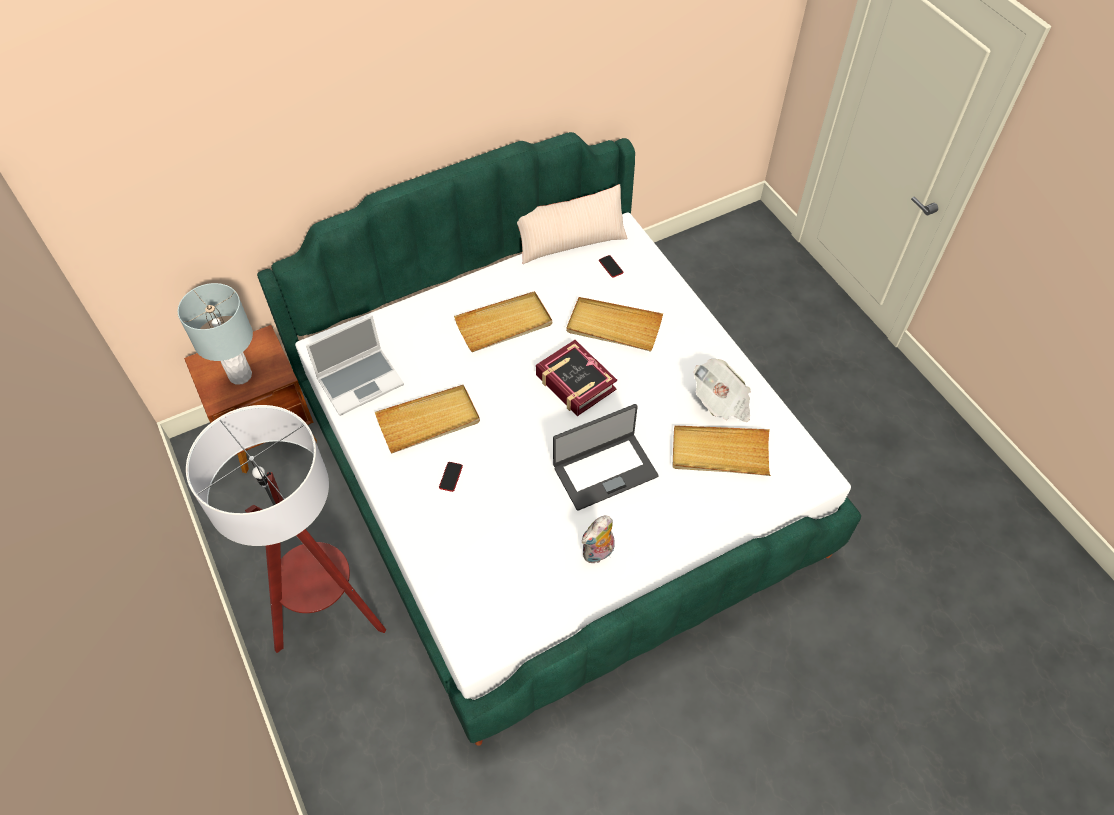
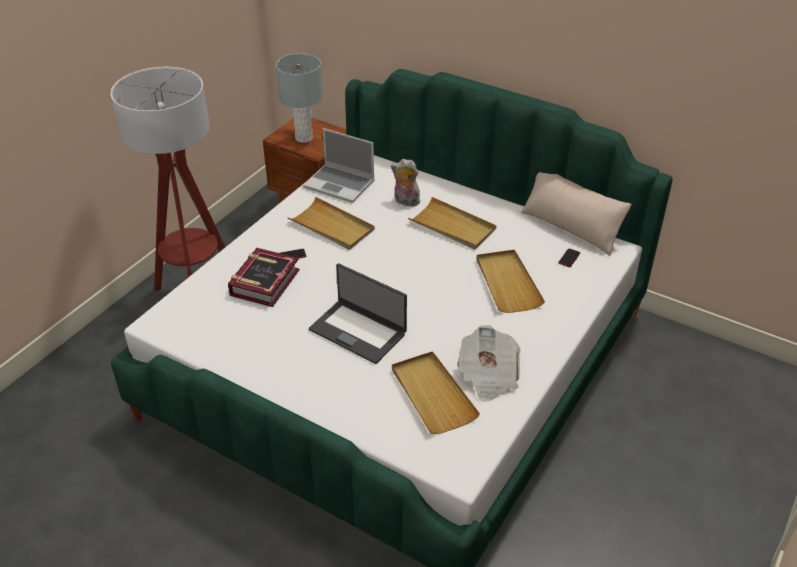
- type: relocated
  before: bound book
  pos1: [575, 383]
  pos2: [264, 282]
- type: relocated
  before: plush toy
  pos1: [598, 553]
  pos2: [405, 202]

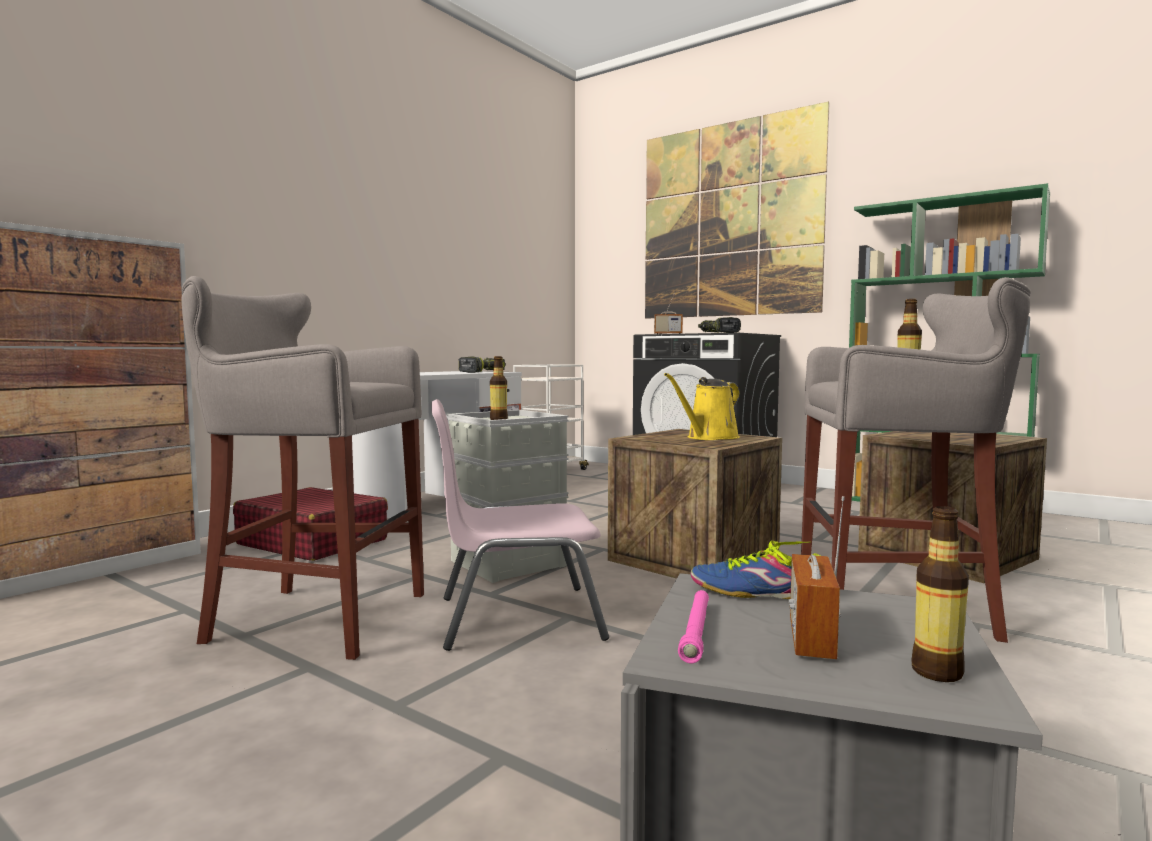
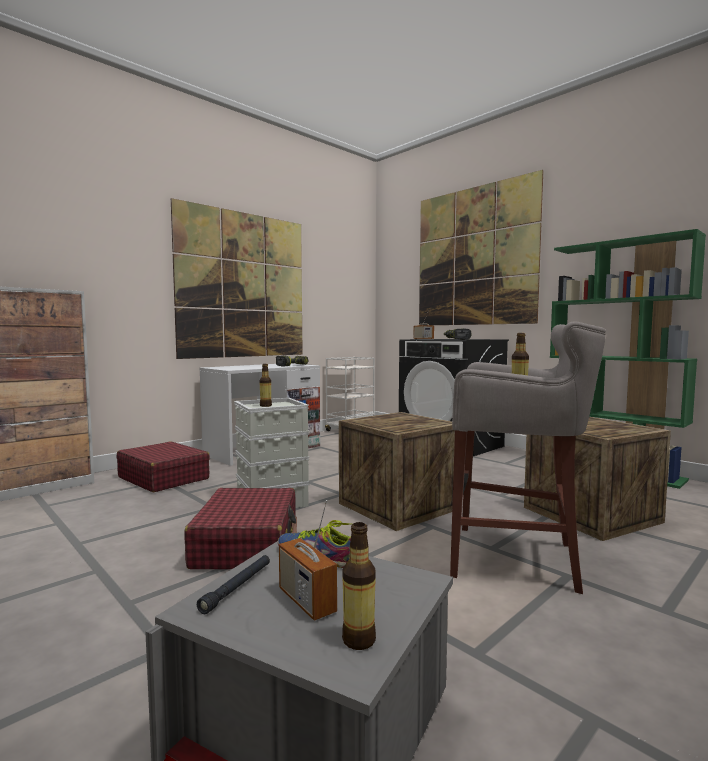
- type: missing
  before: stool seat/gray
  pos1: [313, 618]
- type: exchanged
  before: chair/pinkish
  after: suitcase/red
  pos1: [516, 617]
  pos2: [247, 544]
- type: missing
  before: watering pot/yellowish
  pos1: [709, 438]
- type: colour
  before: flashlight/pinkish
  after: flashlight/blackish
  pos1: [696, 632]
  pos2: [237, 587]
- type: spun
  before: radio receiver
  pos1: [811, 639]
  pos2: [306, 601]
  turn: -60
- type: appeared
  after: picture
  pos2: [243, 285]

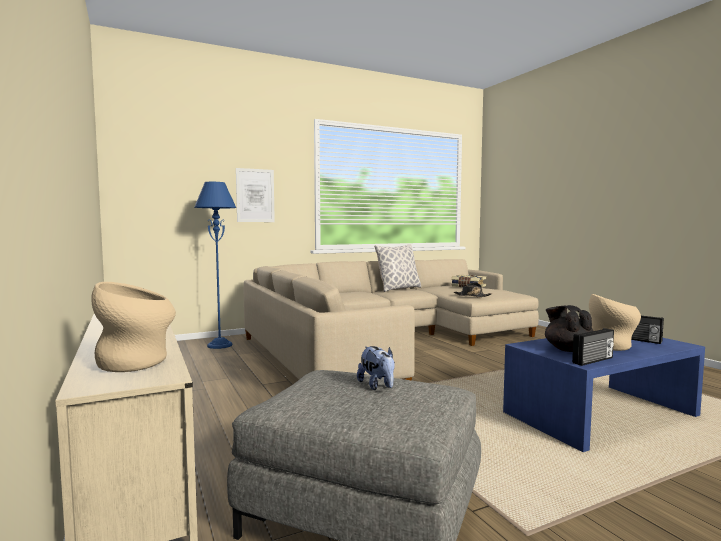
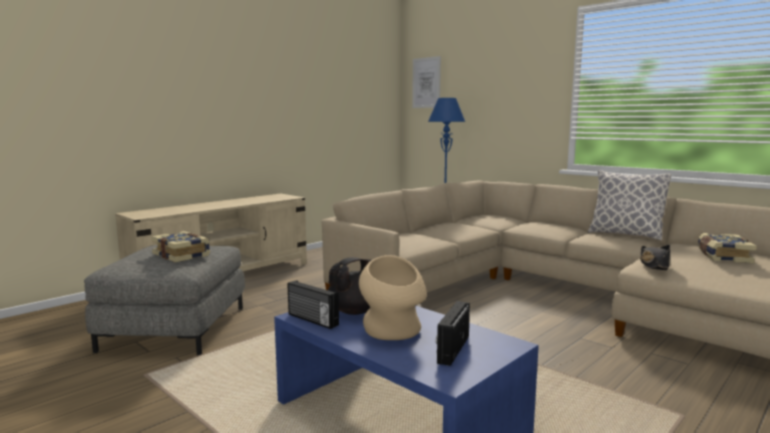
- type: missing
  before: decorative vase/beige-coloured
  pos1: [138, 363]
- type: relocated
  before: picture
  pos1: [255, 195]
  pos2: [426, 82]
- type: exchanged
  before: plush toy
  after: bound book
  pos1: [377, 386]
  pos2: [182, 255]

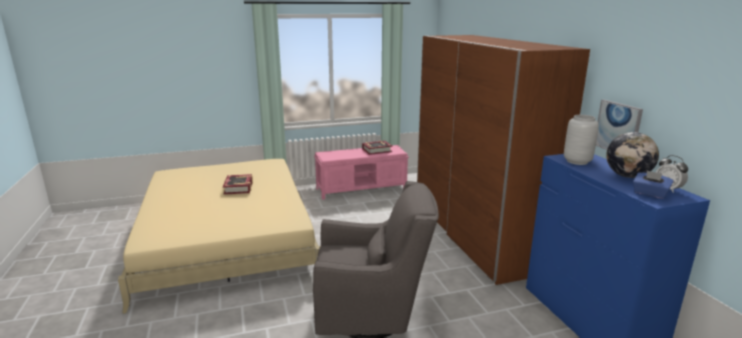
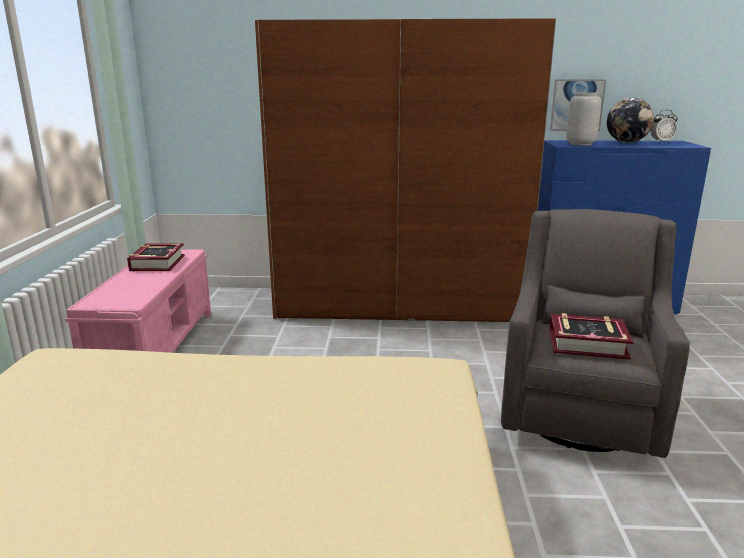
- type: relocated
  before: bound book
  pos1: [239, 188]
  pos2: [587, 343]
- type: missing
  before: tissue box/bluish
  pos1: [650, 194]

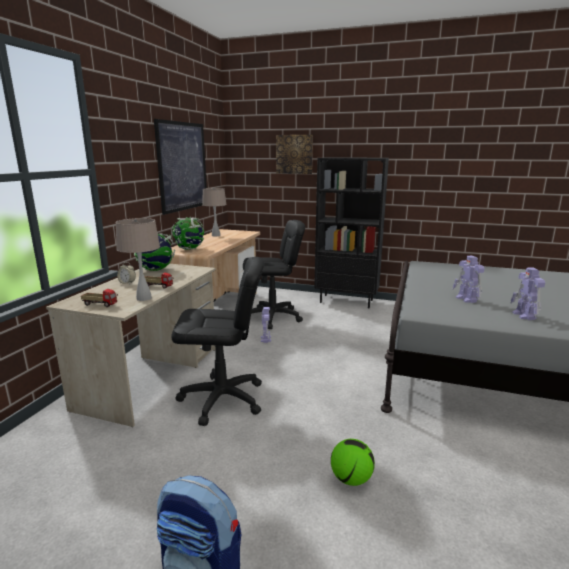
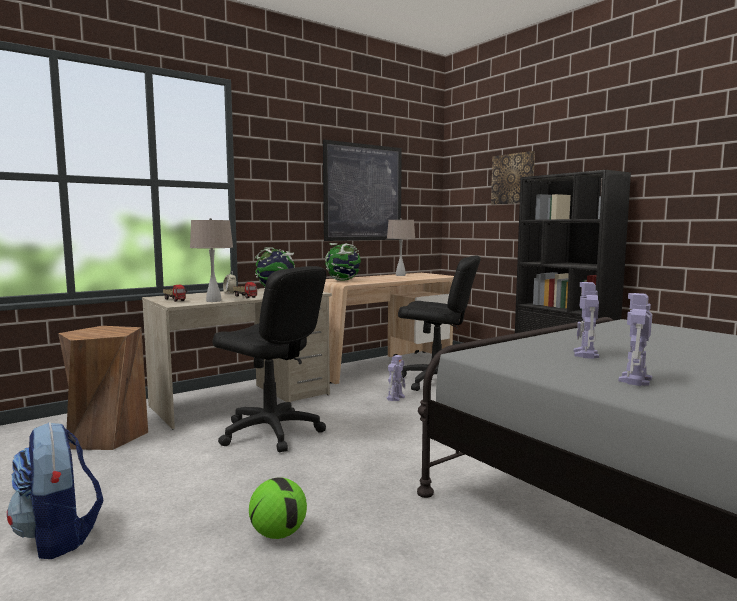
- type: appeared
  after: stool seat/brown-coloured
  pos2: [106, 436]

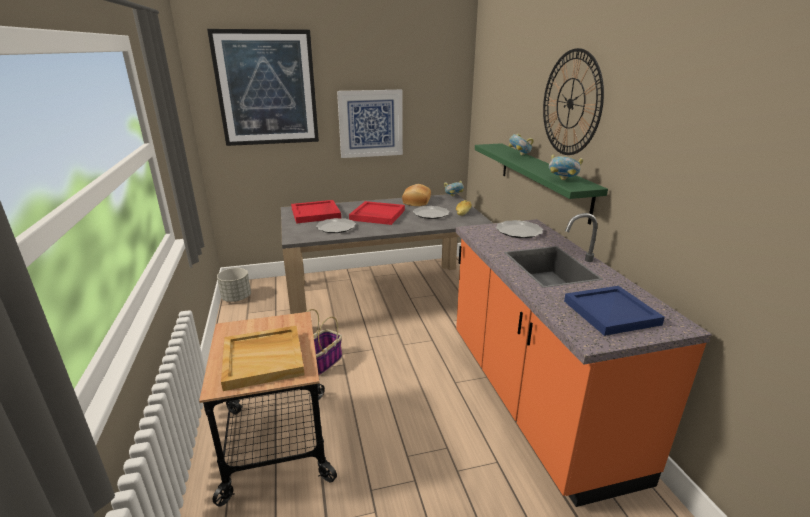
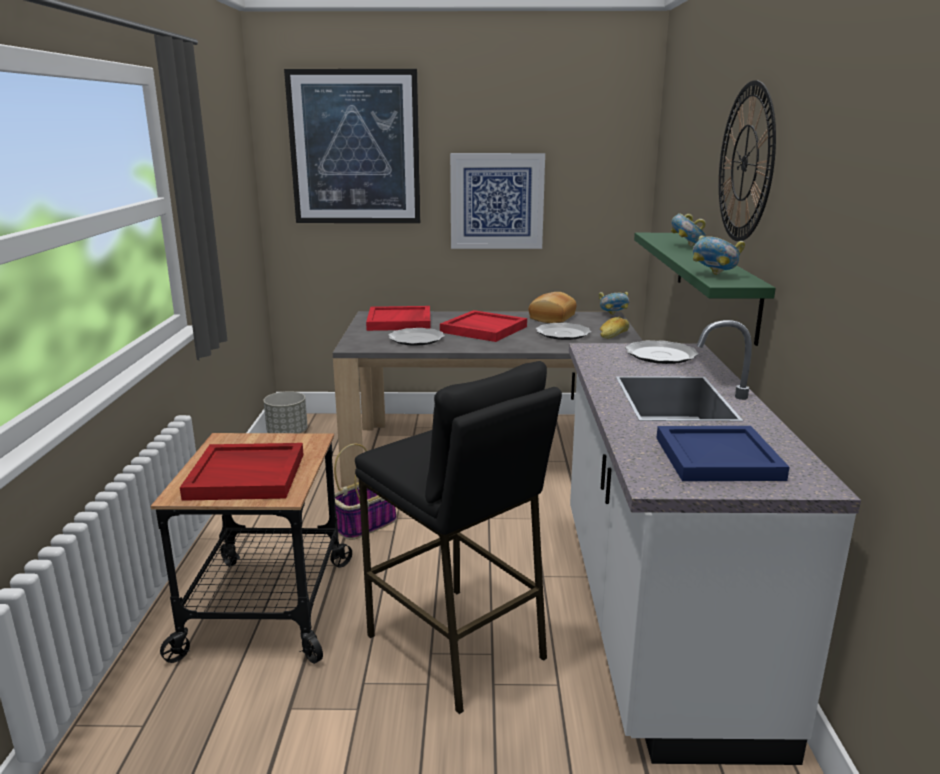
- type: colour
  before: tray/beige-coloured
  after: tray/red
  pos1: [264, 359]
  pos2: [247, 475]
- type: colour
  before: kitchen counter/orangey
  after: kitchen counter/white
  pos1: [534, 400]
  pos2: [655, 617]
- type: appeared
  after: stool seat/blackish
  pos2: [456, 647]

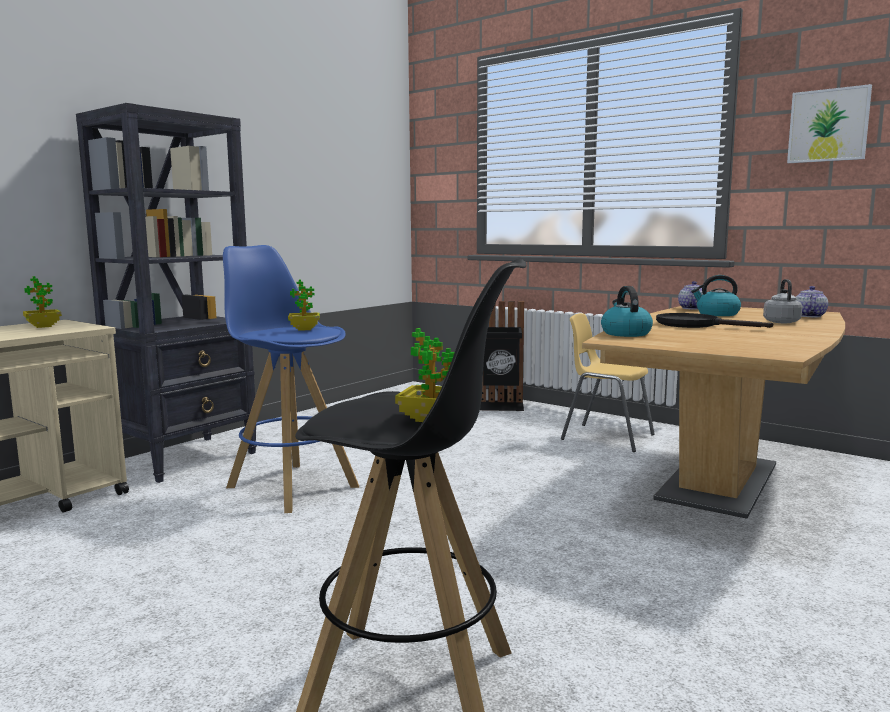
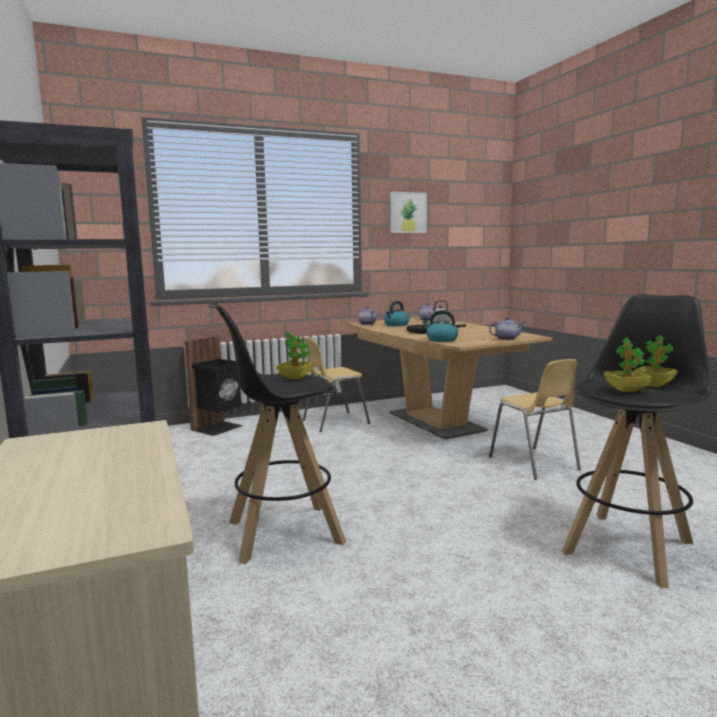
- type: relocated
  before: plant in a pot
  pos1: [43, 326]
  pos2: [626, 390]
- type: colour
  before: stool seat/bluish
  after: stool seat/blackish
  pos1: [291, 486]
  pos2: [283, 532]
- type: appeared
  after: pot for tea
  pos2: [507, 339]
- type: appeared
  after: chair/yellowish
  pos2: [534, 463]

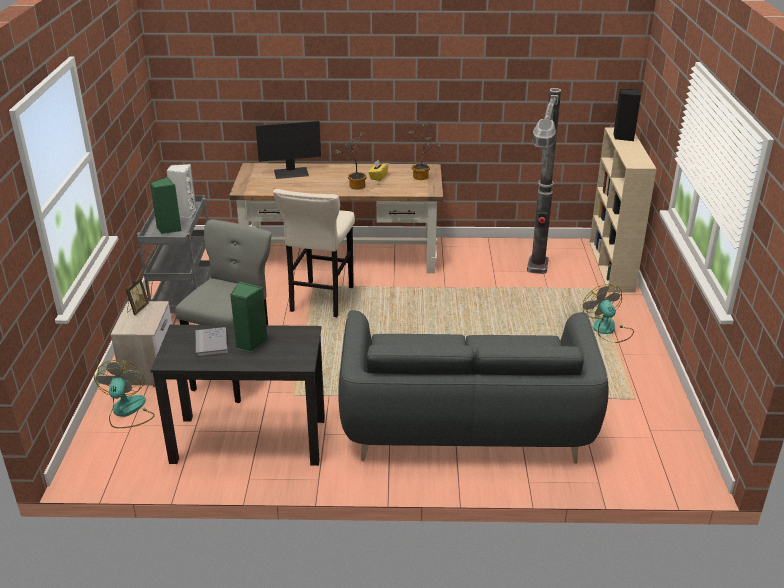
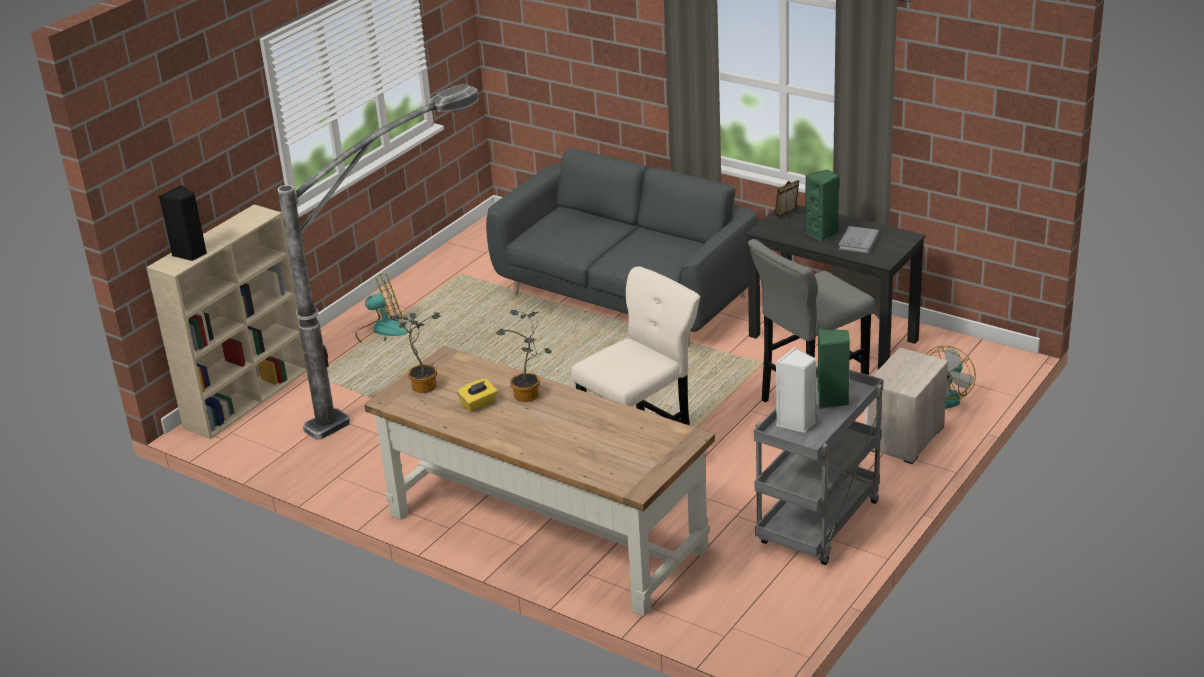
- type: relocated
  before: standing frame
  pos1: [137, 309]
  pos2: [789, 216]
- type: missing
  before: computer screen
  pos1: [291, 173]
- type: spun
  before: fan
  pos1: [608, 330]
  pos2: [382, 331]
  turn: -120

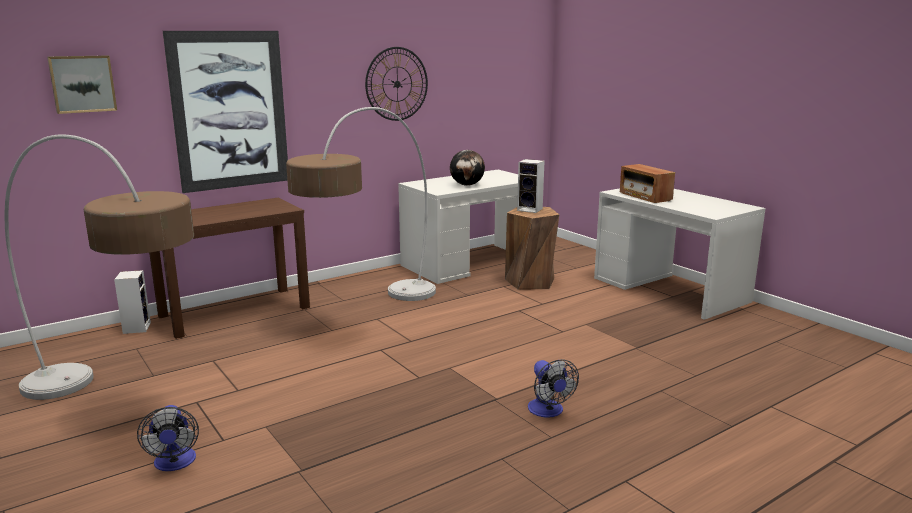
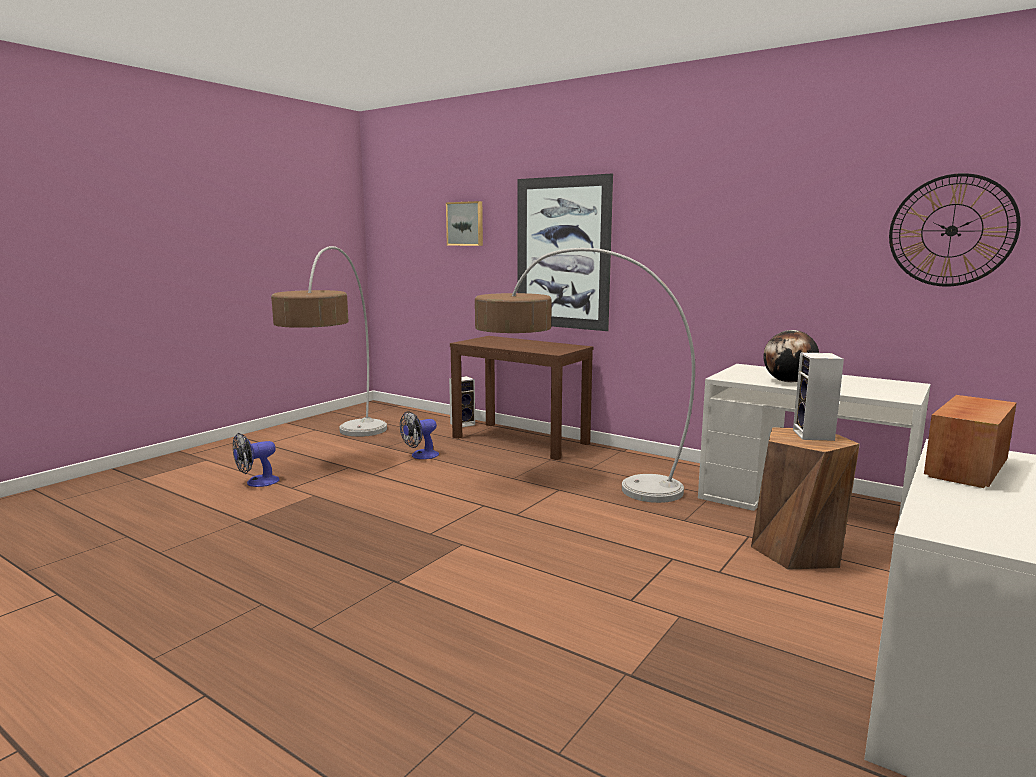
- type: relocated
  before: wall clock
  pos1: [397, 84]
  pos2: [951, 230]
- type: relocated
  before: fan
  pos1: [548, 411]
  pos2: [420, 456]

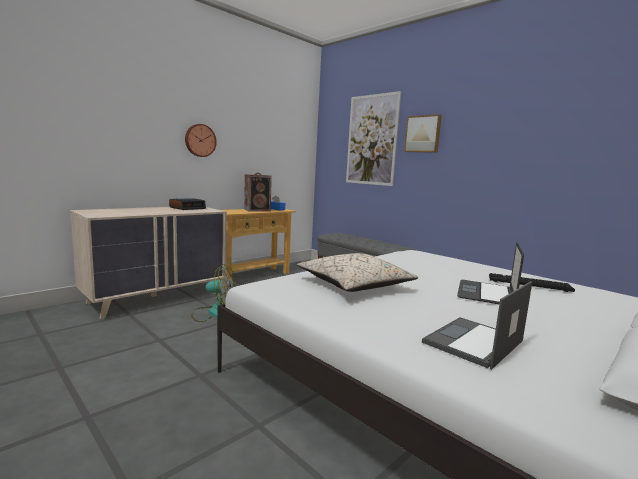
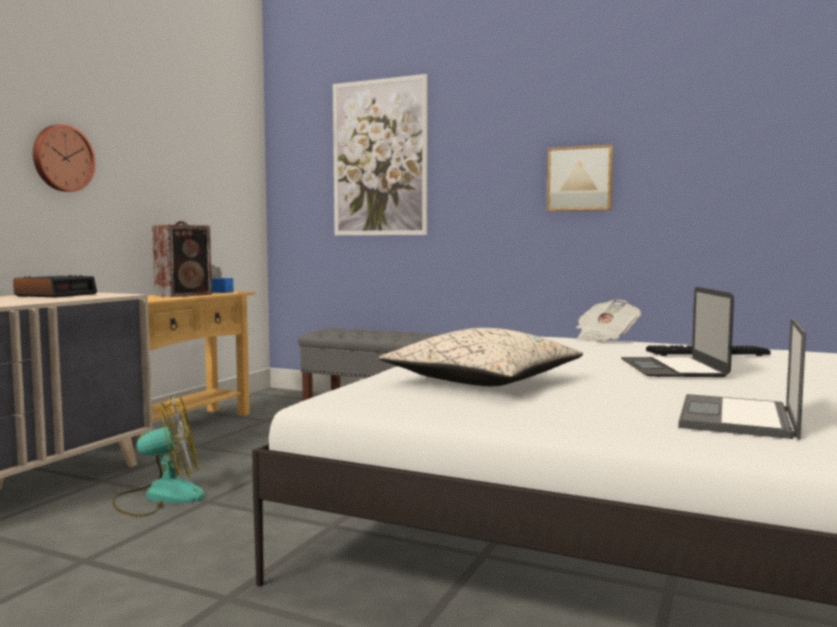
- type: relocated
  before: picture
  pos1: [423, 134]
  pos2: [580, 179]
- type: appeared
  after: daily paper
  pos2: [604, 338]

